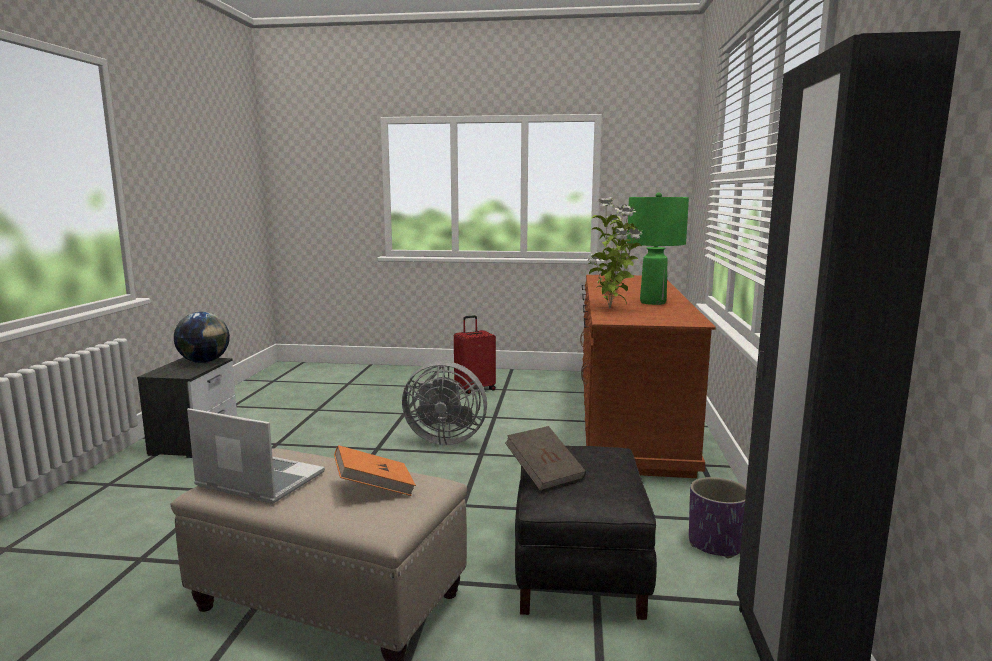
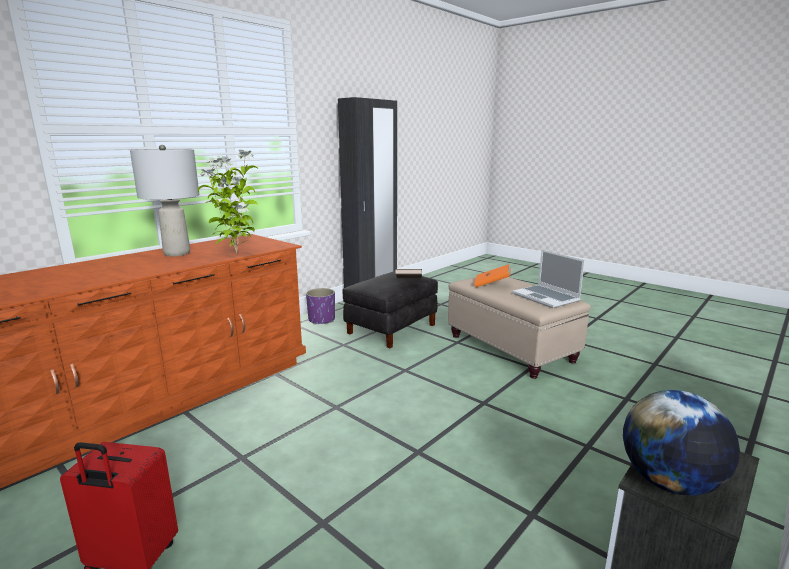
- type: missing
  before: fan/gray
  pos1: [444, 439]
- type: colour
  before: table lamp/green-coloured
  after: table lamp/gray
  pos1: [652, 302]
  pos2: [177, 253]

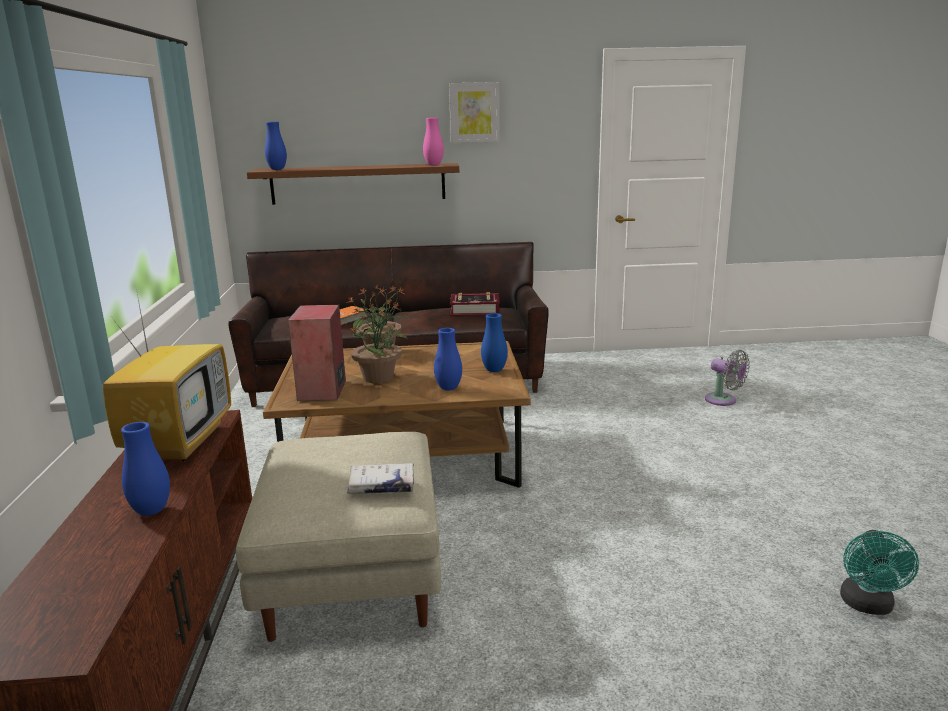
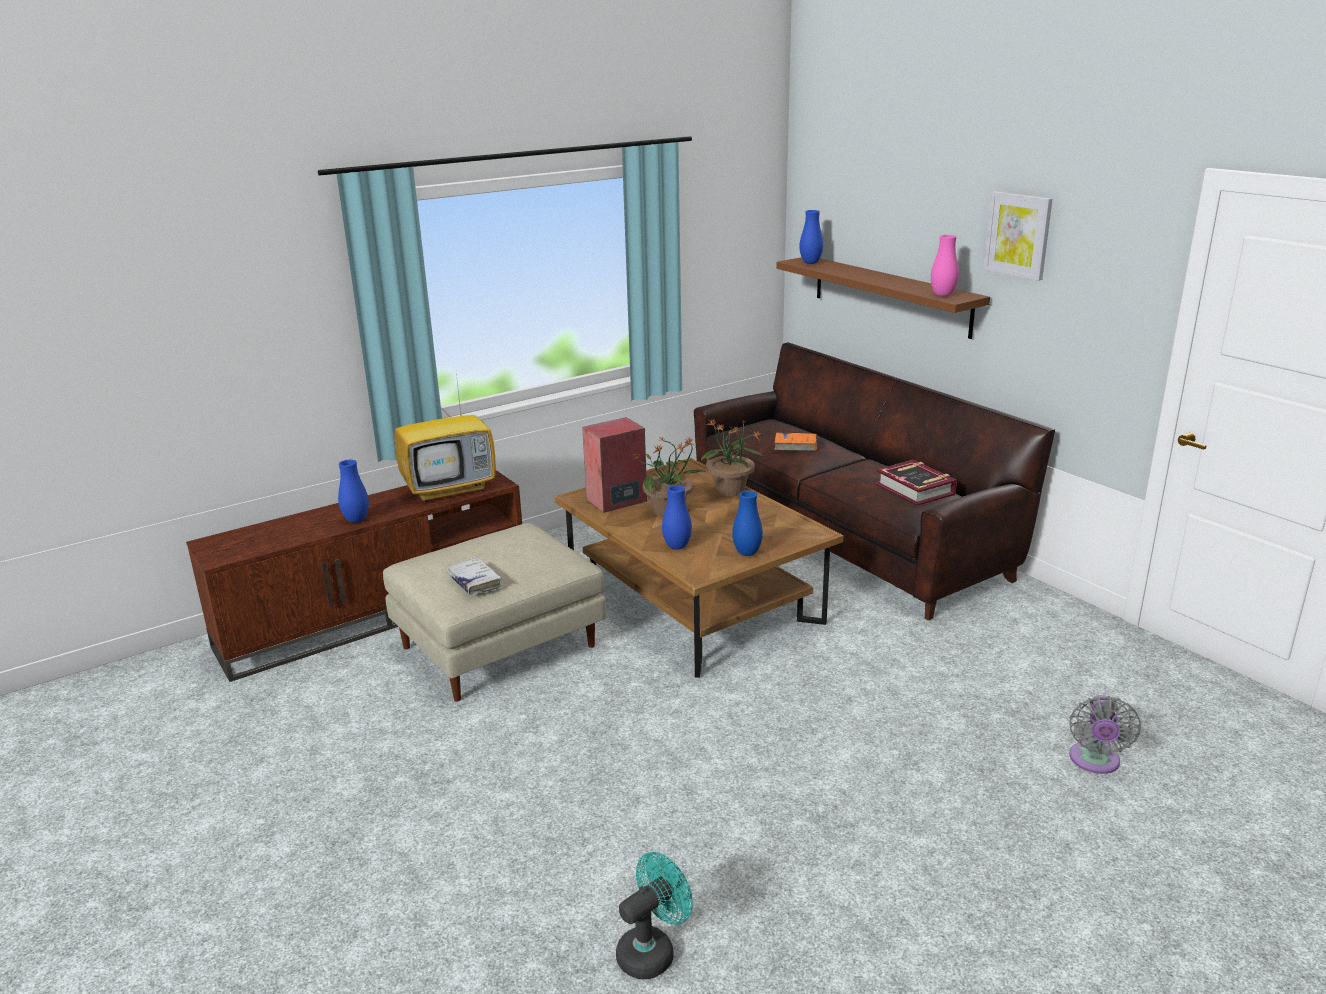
- type: spun
  before: fan/turquoise
  pos1: [868, 606]
  pos2: [652, 951]
  turn: 150

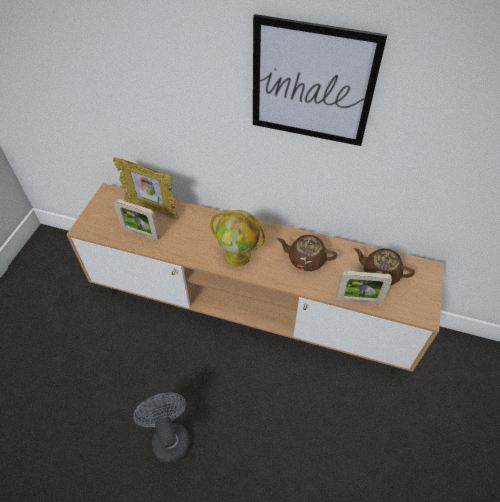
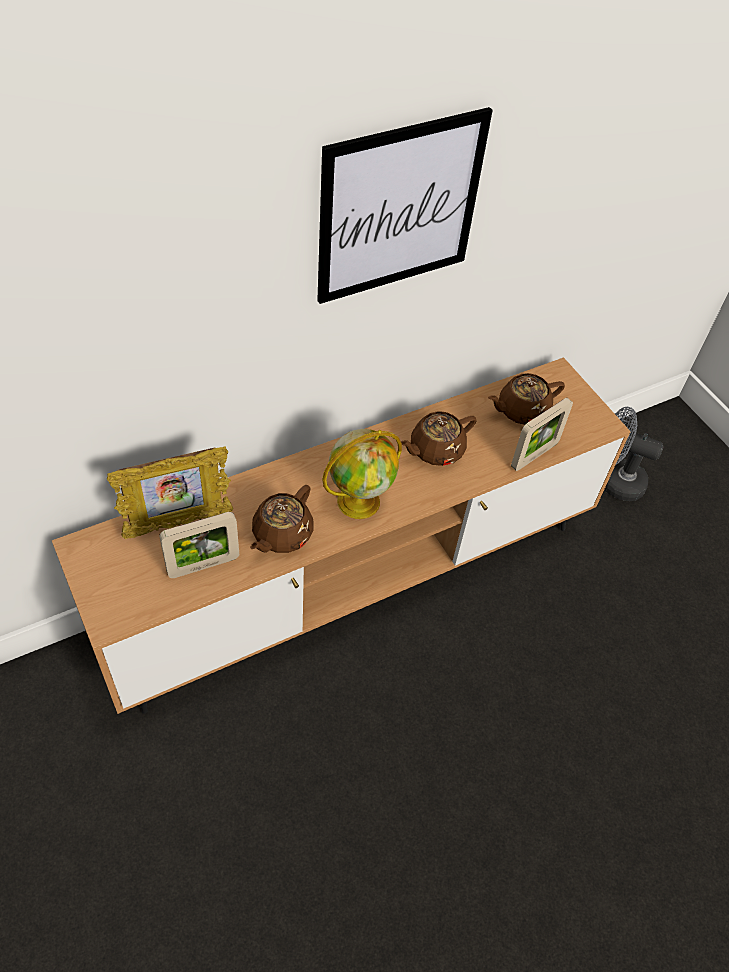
- type: relocated
  before: fan/gray
  pos1: [169, 437]
  pos2: [614, 480]
- type: appeared
  after: pot for tea/brown-coloured
  pos2: [281, 534]

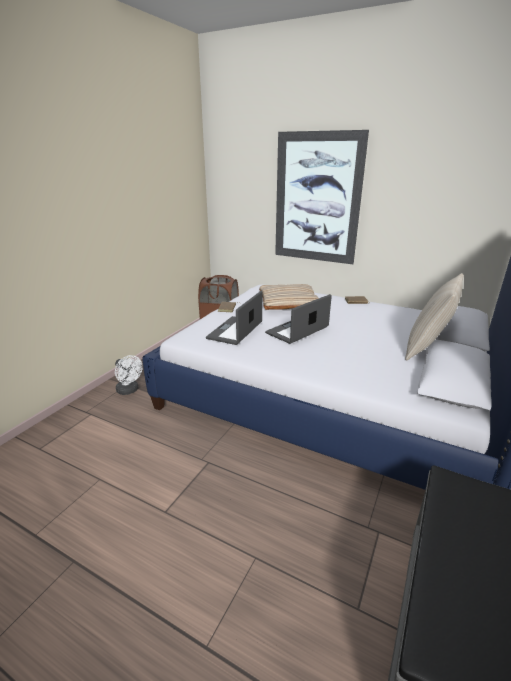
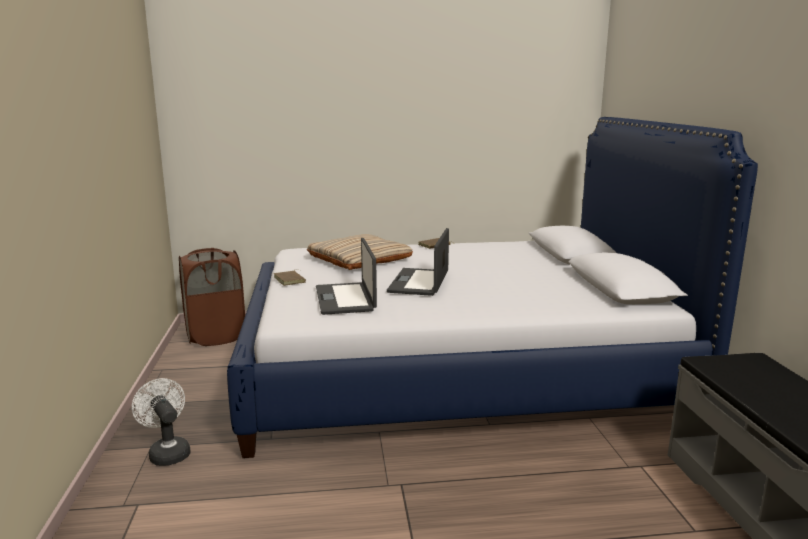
- type: spun
  before: fan/white
  pos1: [129, 390]
  pos2: [167, 452]
  turn: -135
- type: missing
  before: picture
  pos1: [317, 199]
- type: missing
  before: throw pillow/beige-coloured
  pos1: [427, 348]

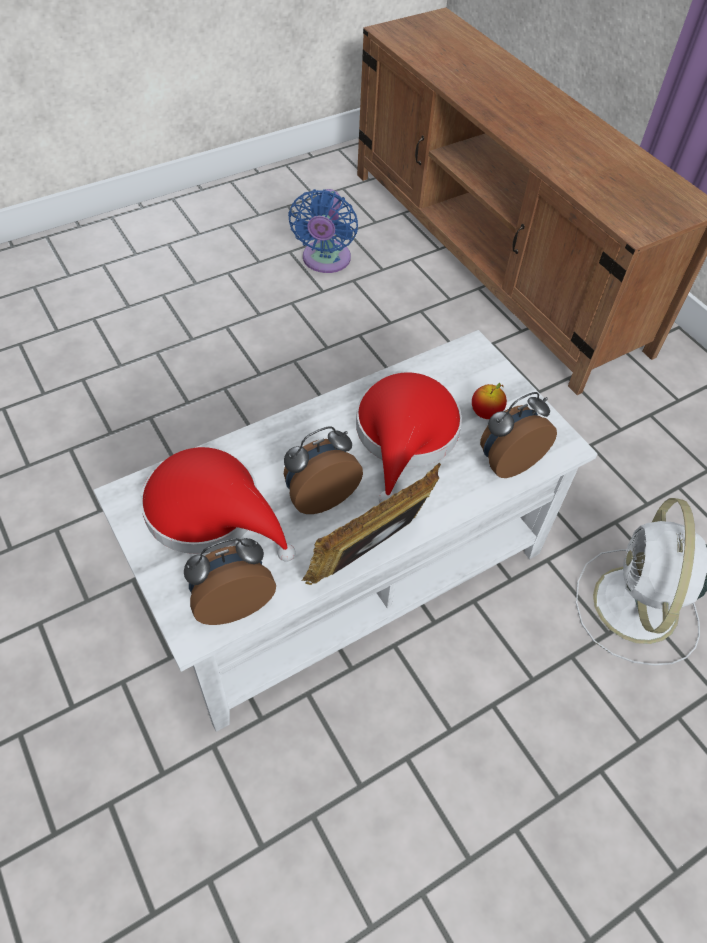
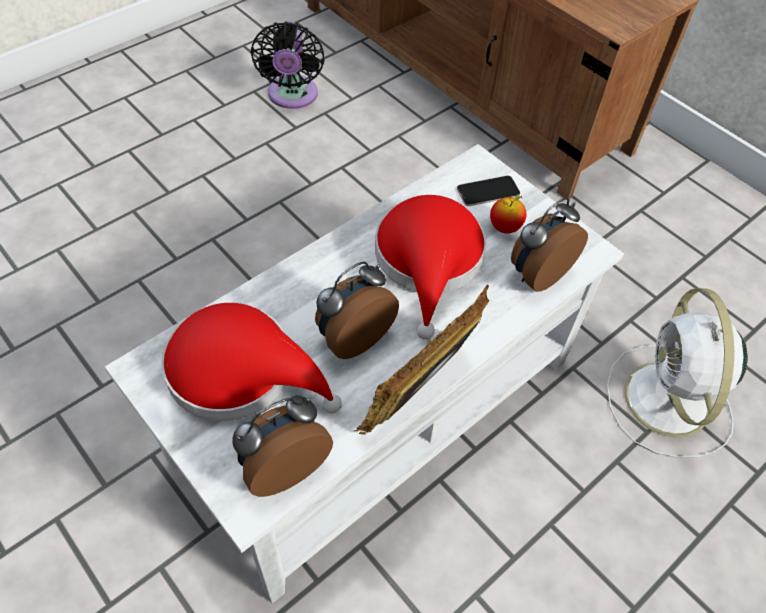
- type: colour
  before: fan/bluish
  after: fan/blackish
  pos1: [325, 261]
  pos2: [292, 96]
- type: appeared
  after: telephone
  pos2: [488, 192]

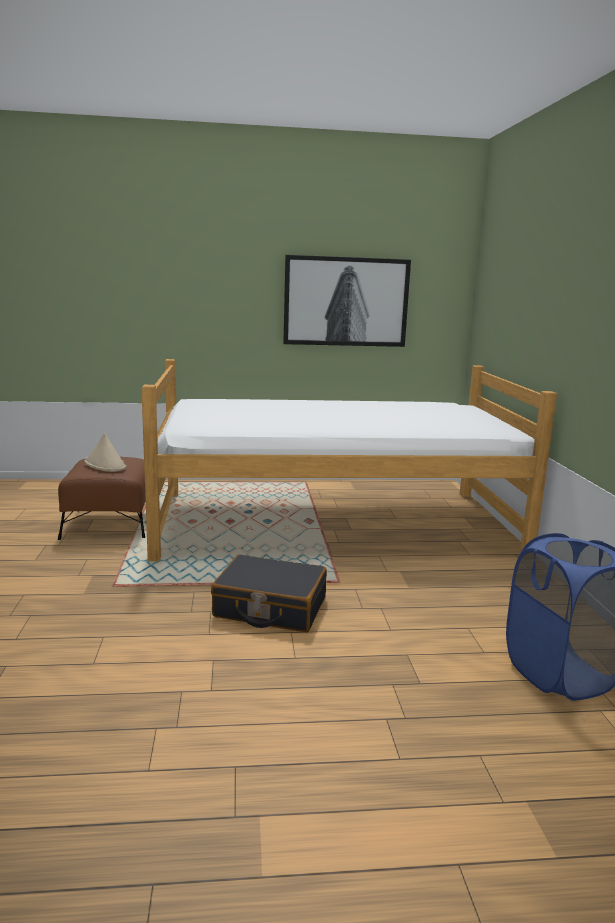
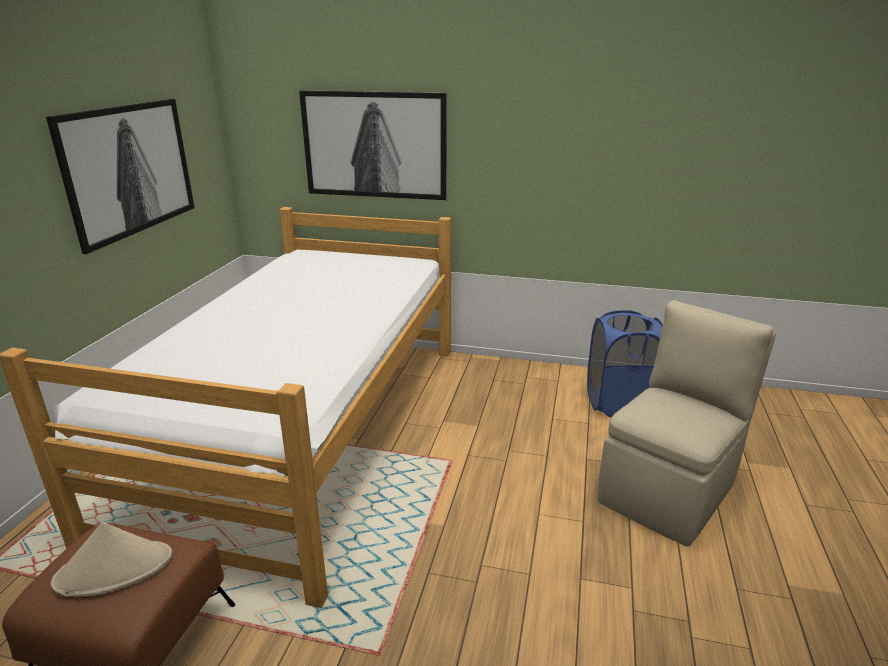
- type: missing
  before: suitcase/blackish
  pos1: [270, 608]
- type: appeared
  after: picture
  pos2: [375, 145]
- type: appeared
  after: chair/beige-coloured
  pos2: [669, 491]

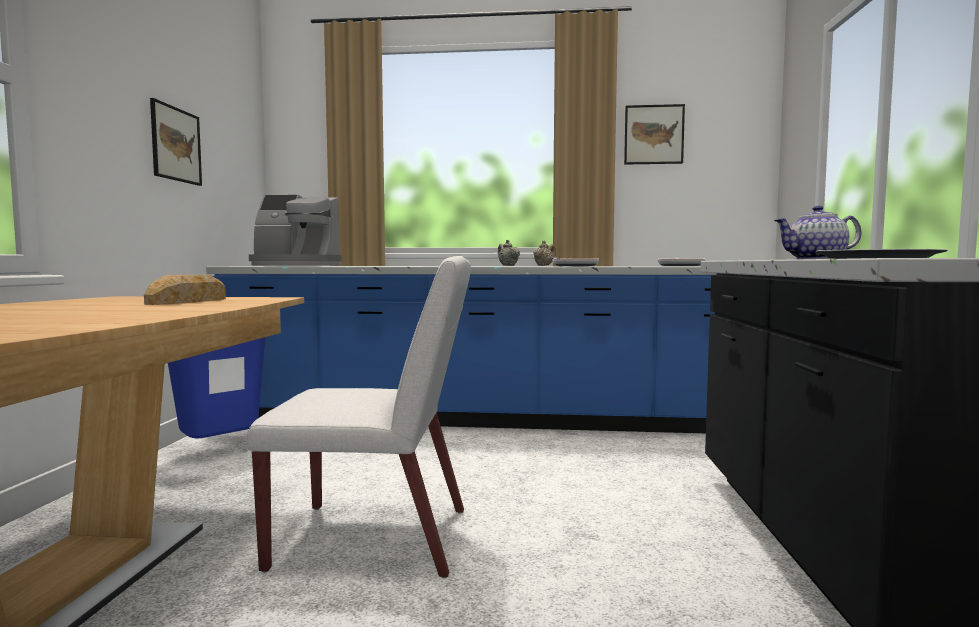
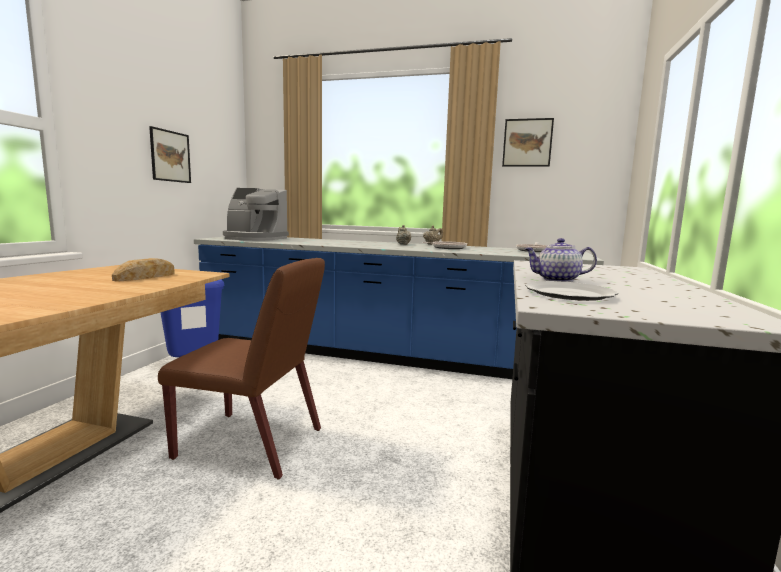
- type: colour
  before: chair/white
  after: chair/brown-coloured
  pos1: [376, 538]
  pos2: [252, 443]

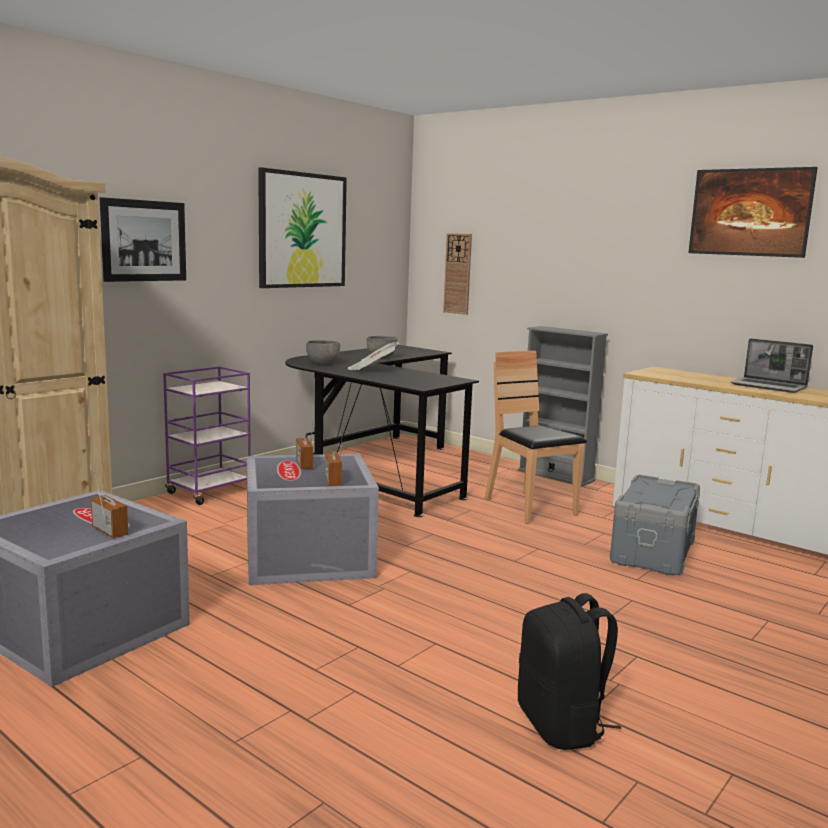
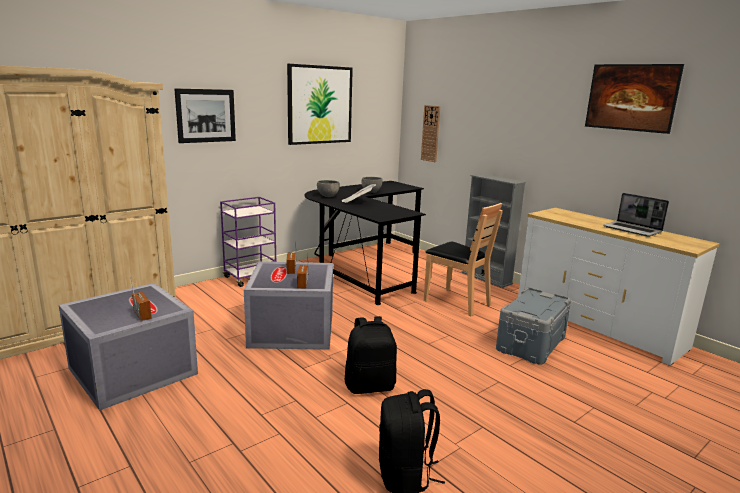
- type: spun
  before: chair/brown-coloured
  pos1: [529, 507]
  pos2: [456, 302]
  turn: 150
- type: appeared
  after: knapsack/blackish
  pos2: [370, 386]

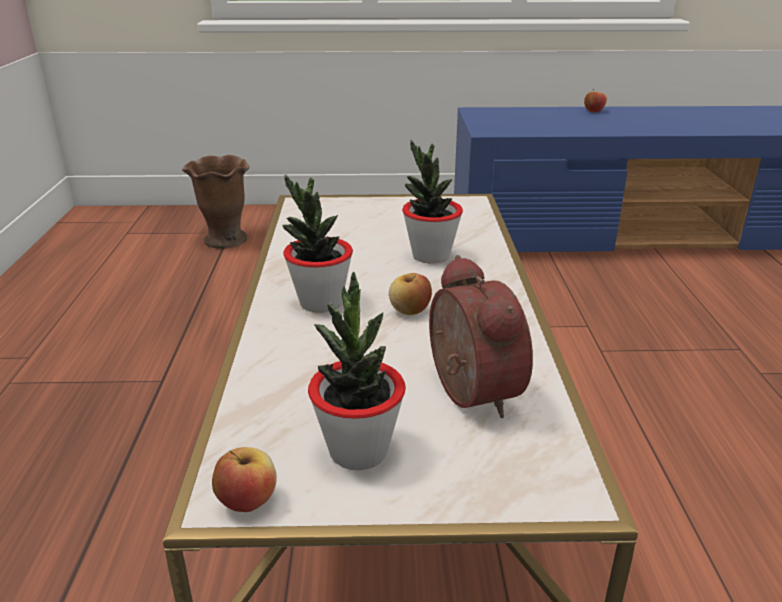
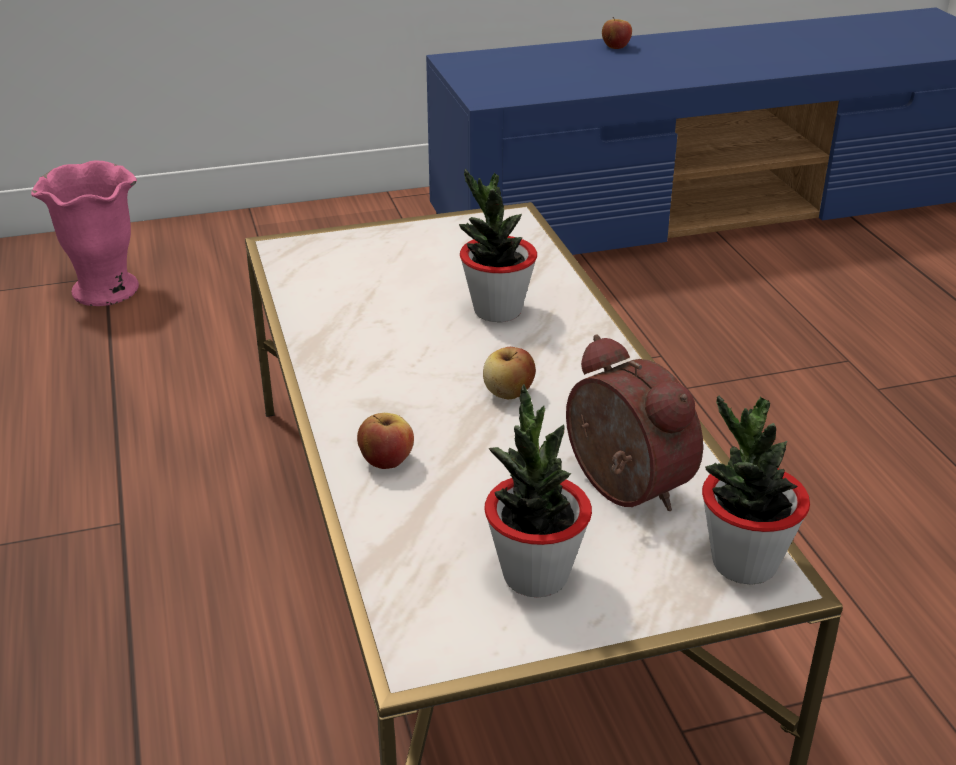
- type: colour
  before: decorative vase/brown-coloured
  after: decorative vase/pinkish
  pos1: [225, 240]
  pos2: [104, 290]
- type: relocated
  before: apple
  pos1: [247, 500]
  pos2: [386, 460]
- type: relocated
  before: plant in a pot
  pos1: [320, 302]
  pos2: [743, 563]

